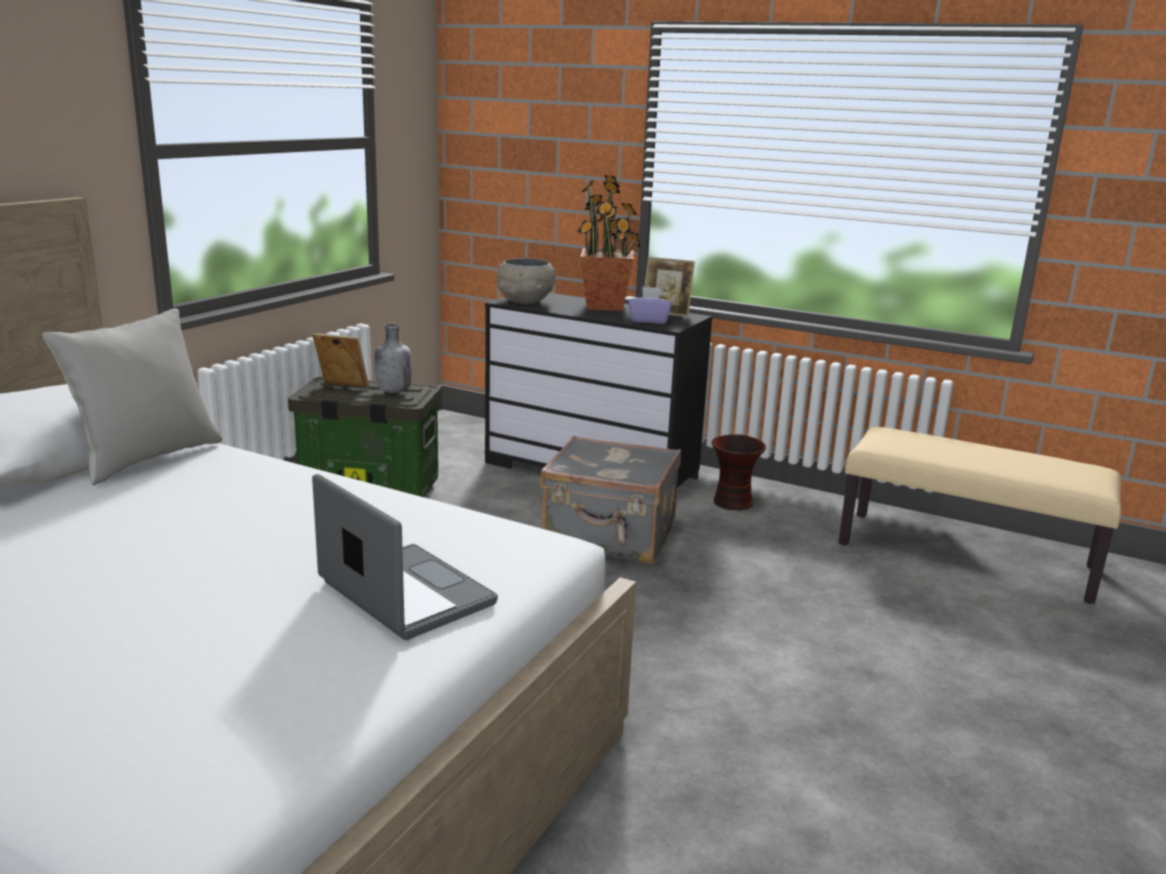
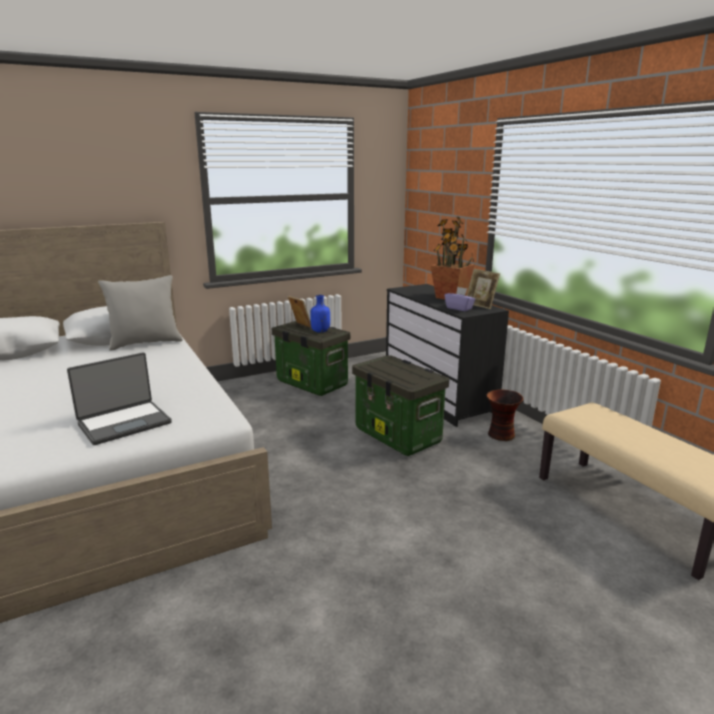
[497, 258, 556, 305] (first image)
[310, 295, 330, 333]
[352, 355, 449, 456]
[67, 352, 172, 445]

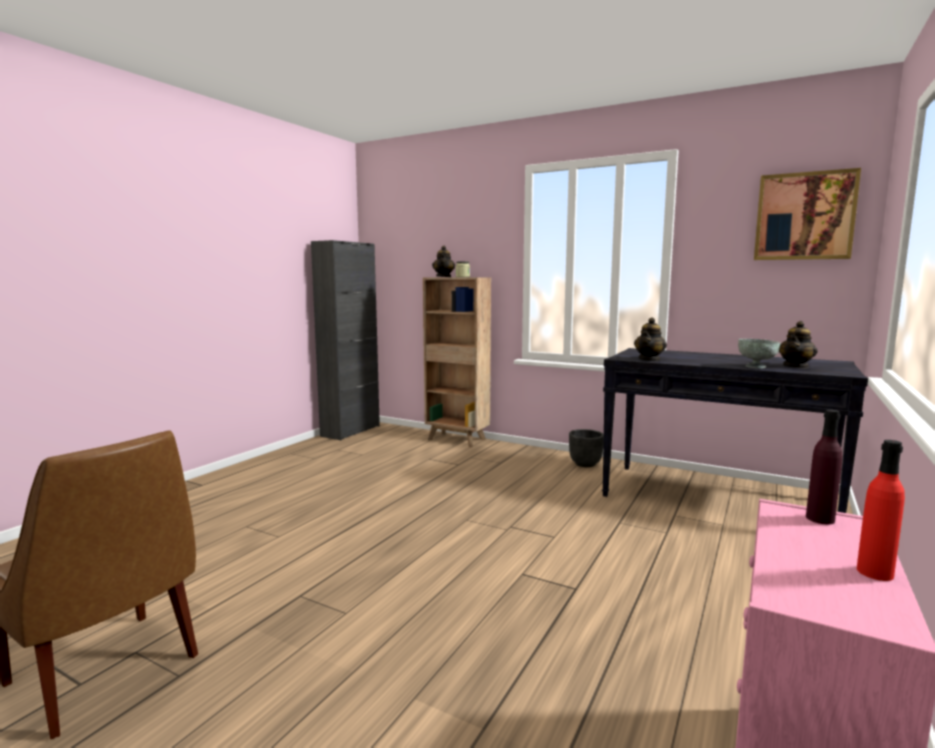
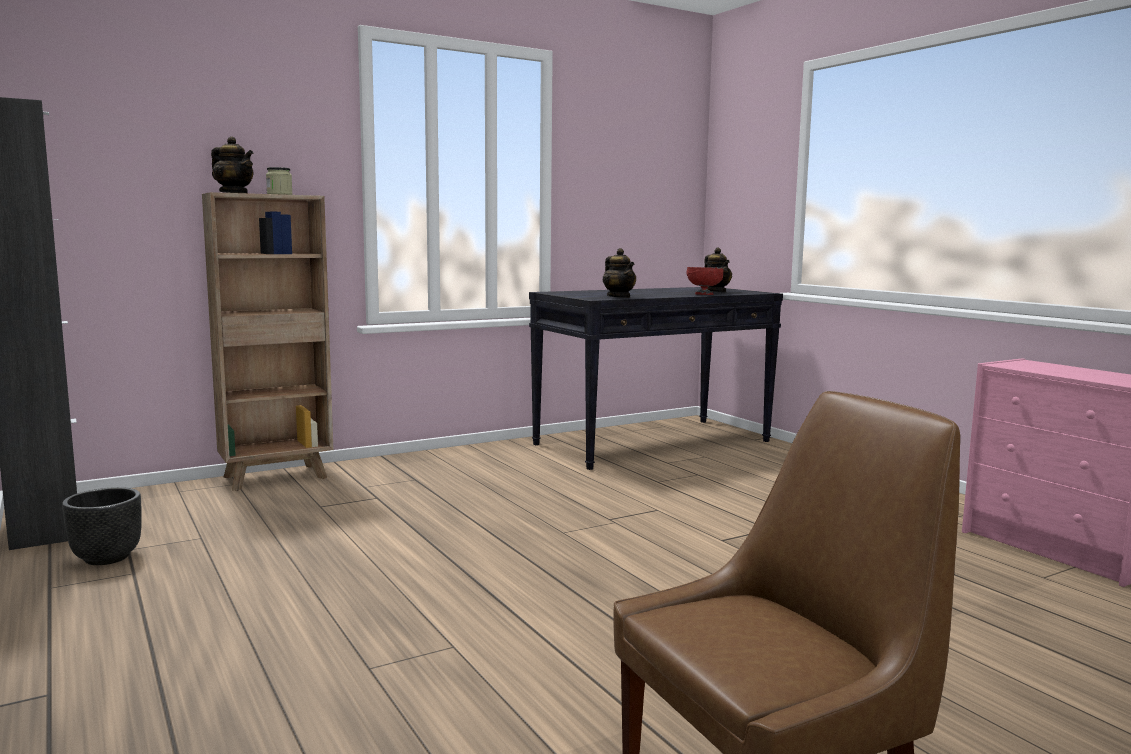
[754, 168, 861, 260] (first image)
[686, 267, 724, 295]
[806, 409, 842, 524] (first image)
[62, 487, 142, 565]
[857, 440, 905, 581] (first image)

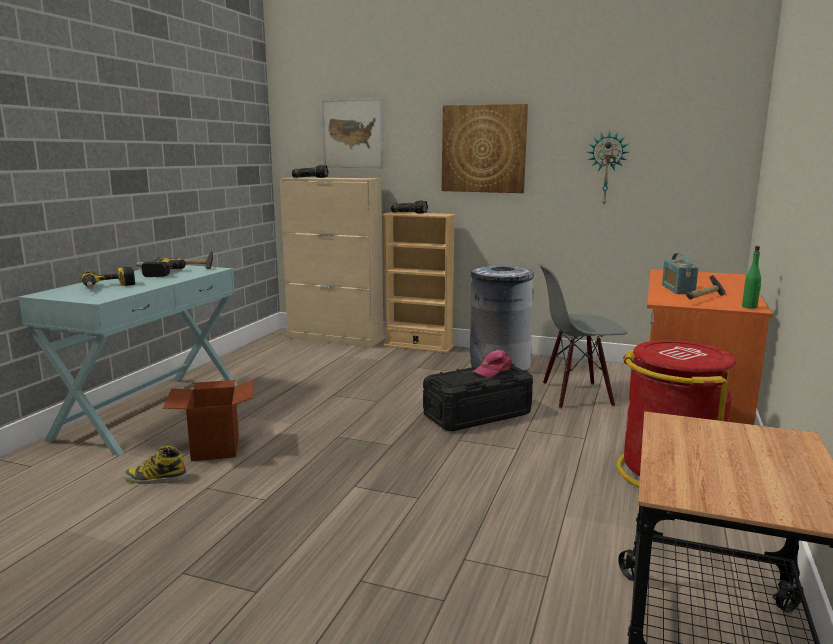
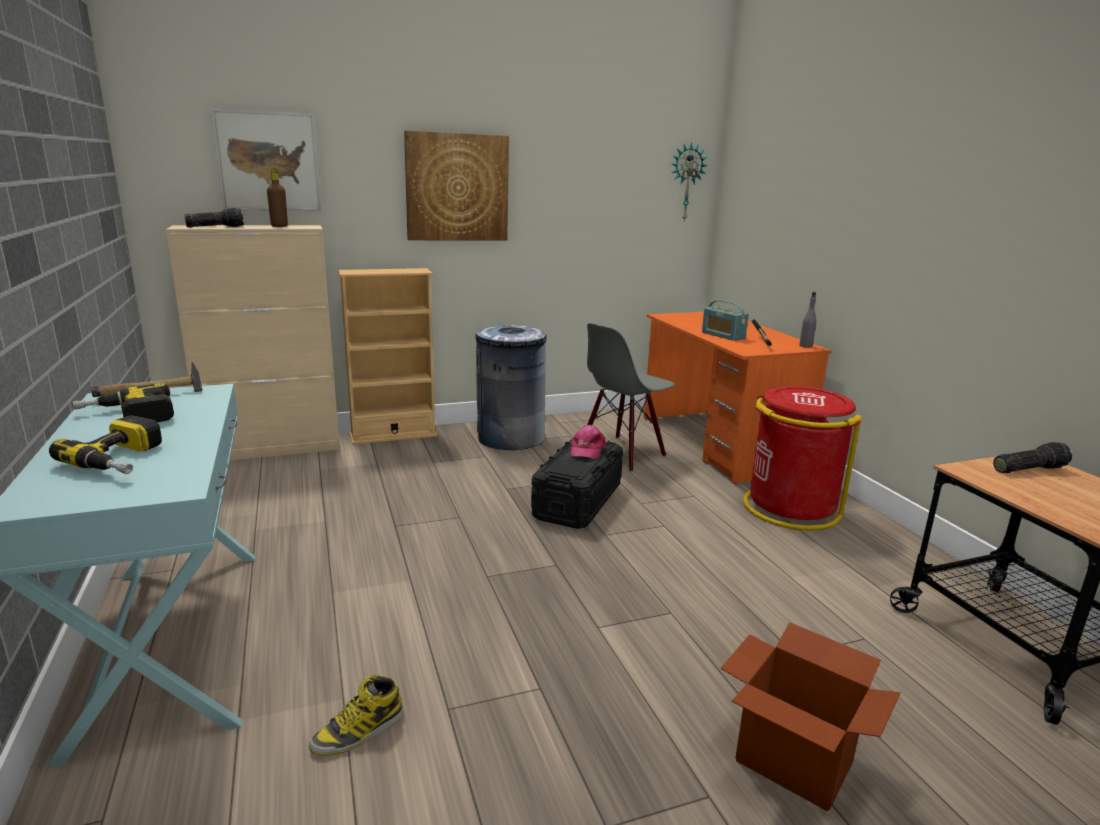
[671, 142, 708, 222]
[993, 442, 1072, 473]
[799, 292, 816, 348]
[720, 622, 900, 812]
[267, 168, 288, 227]

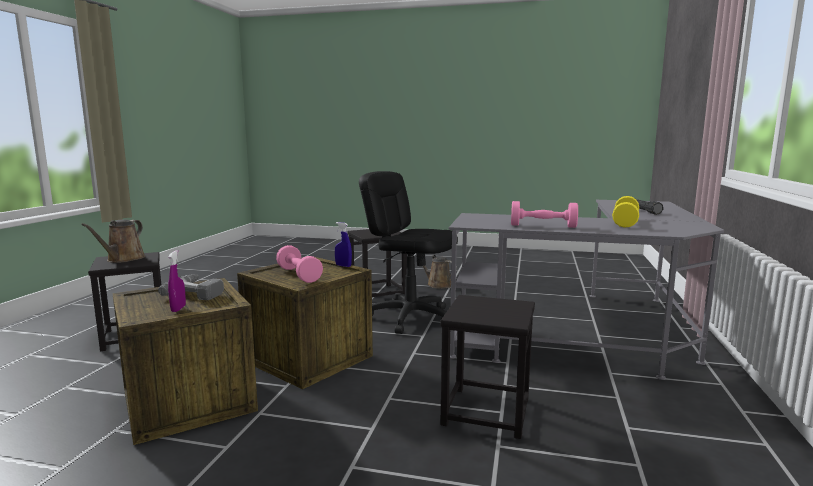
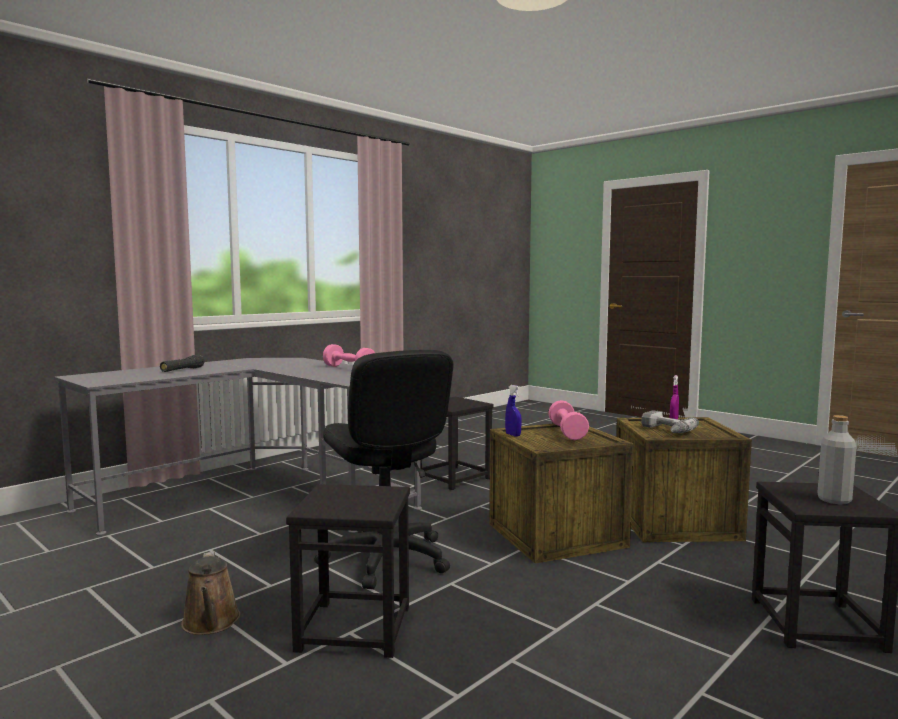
[612, 196, 639, 228] (first image)
[817, 415, 856, 504]

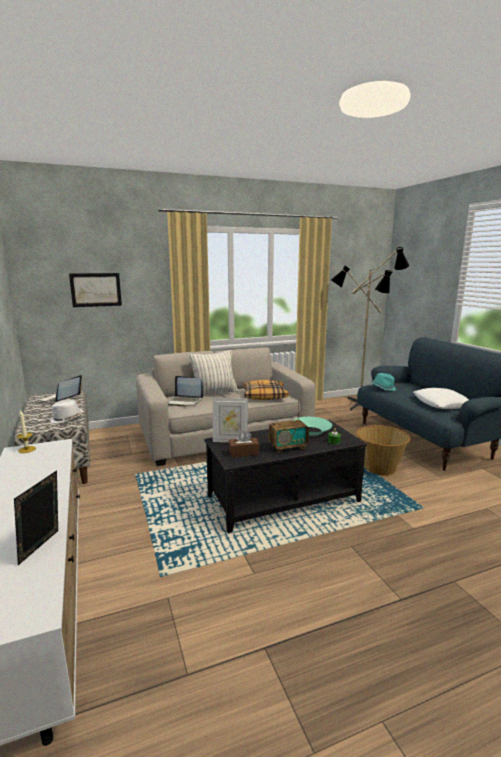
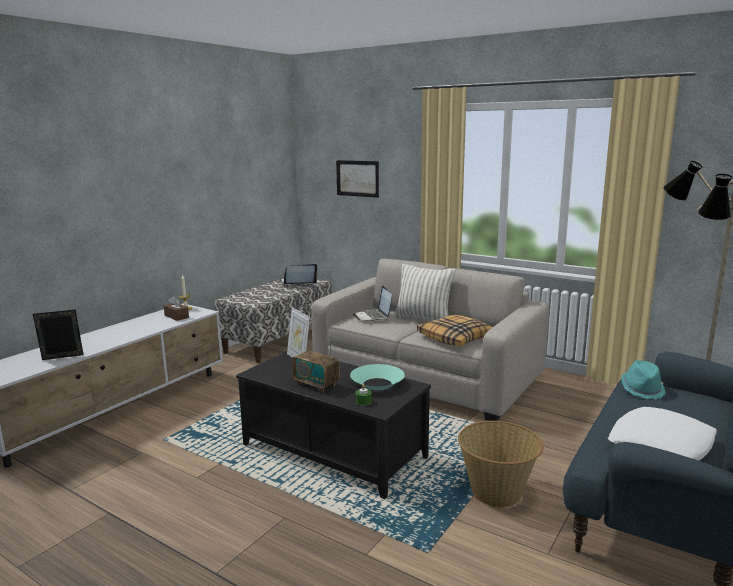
[49, 399, 83, 423] (first image)
[163, 296, 189, 321]

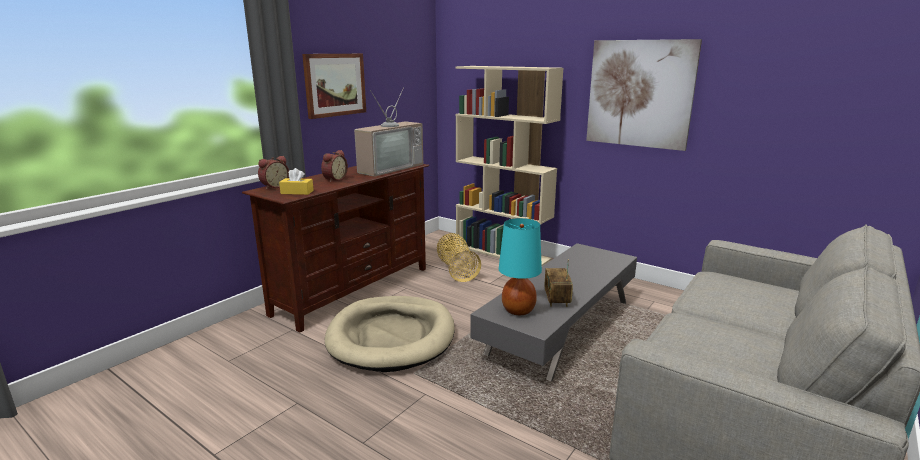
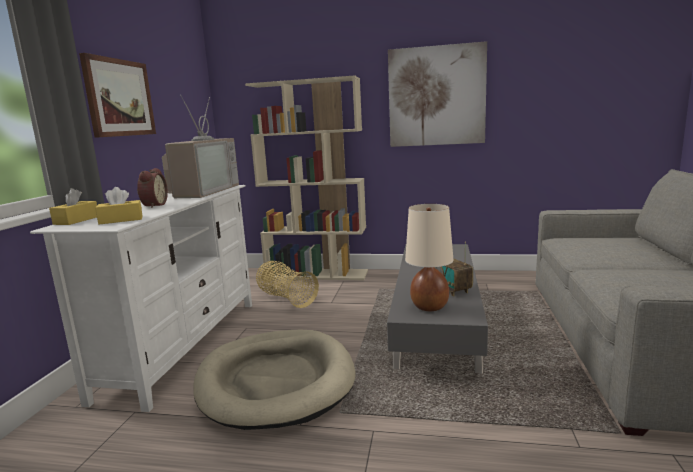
[49, 188, 97, 225]
[30, 185, 252, 412]
[405, 204, 453, 311]

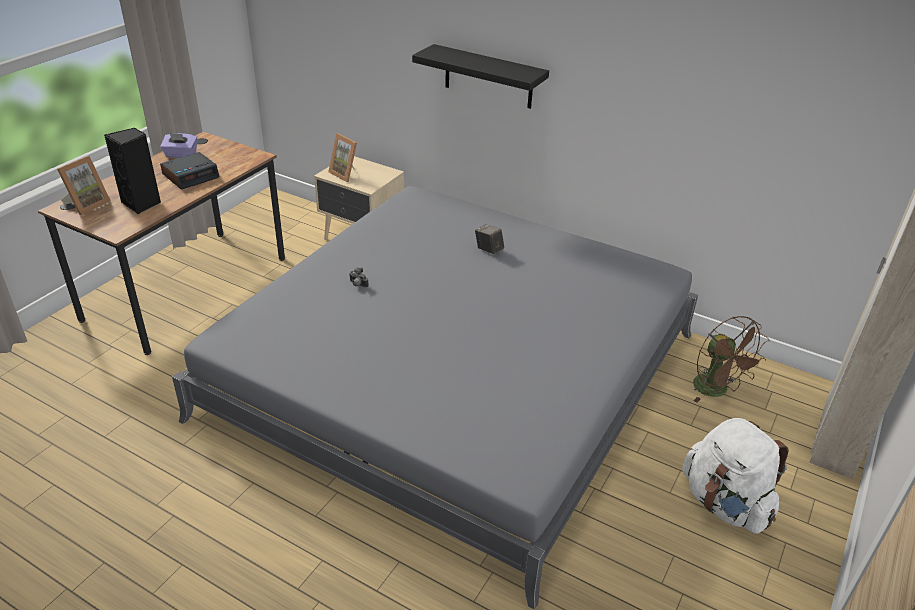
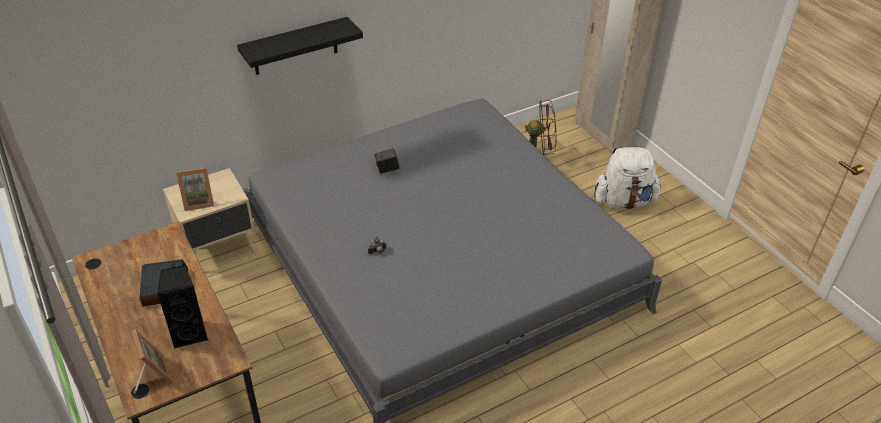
[160, 133, 197, 158] (first image)

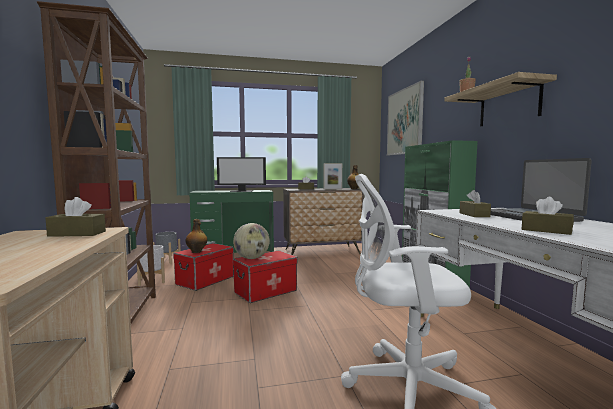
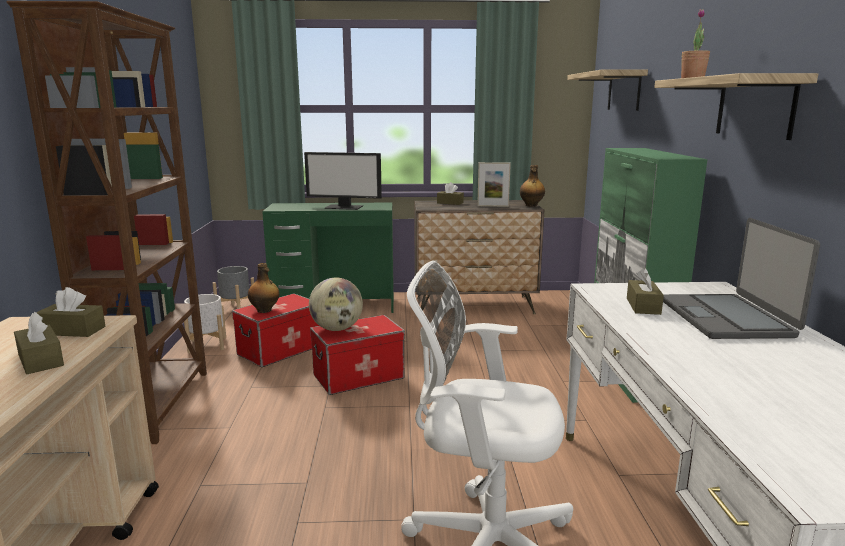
[567, 70, 648, 111]
[14, 312, 64, 374]

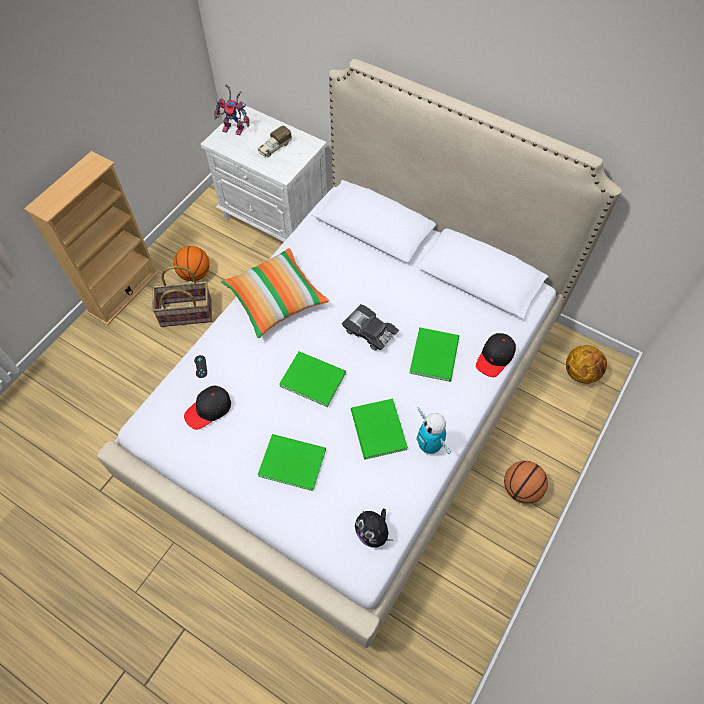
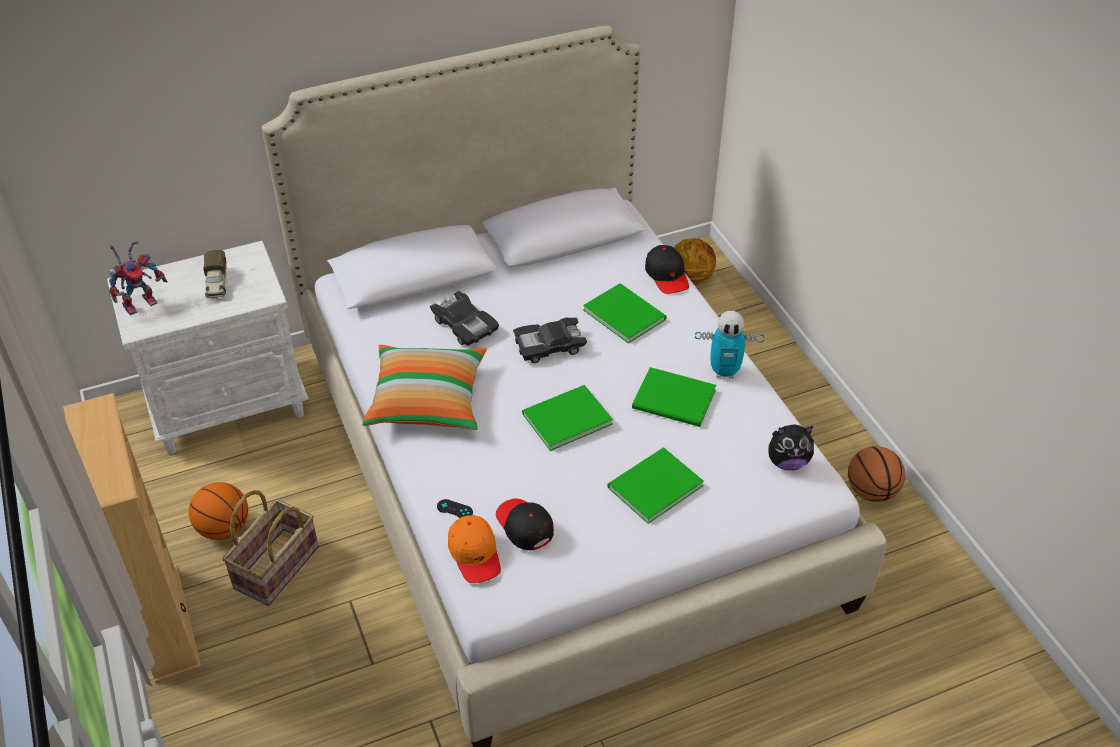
[496, 499, 554, 550]
[848, 446, 905, 502]
[430, 291, 499, 346]
[448, 515, 501, 583]

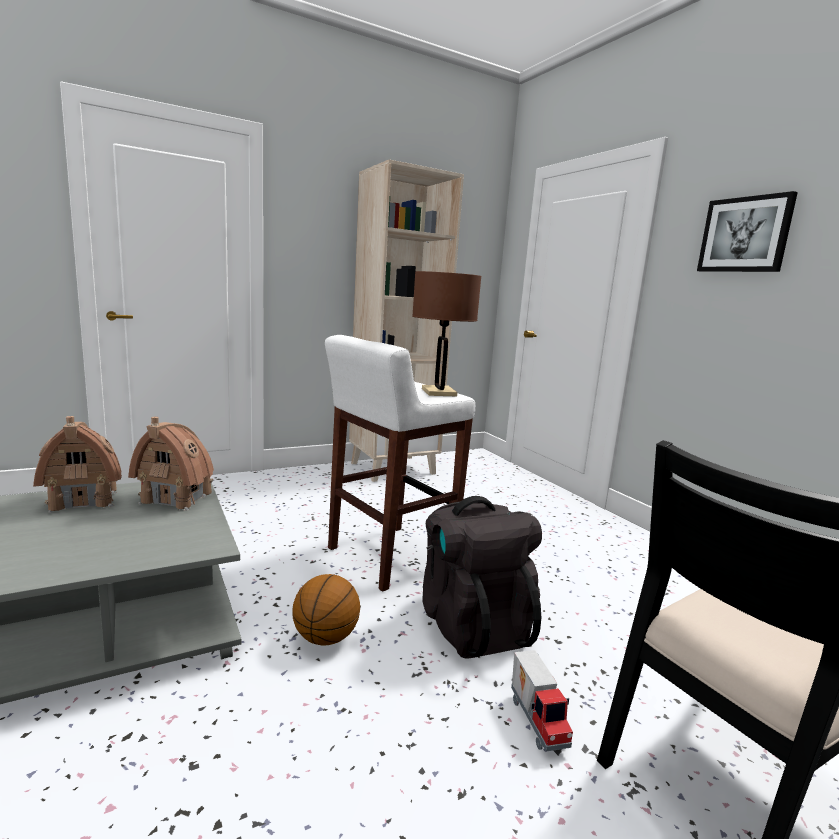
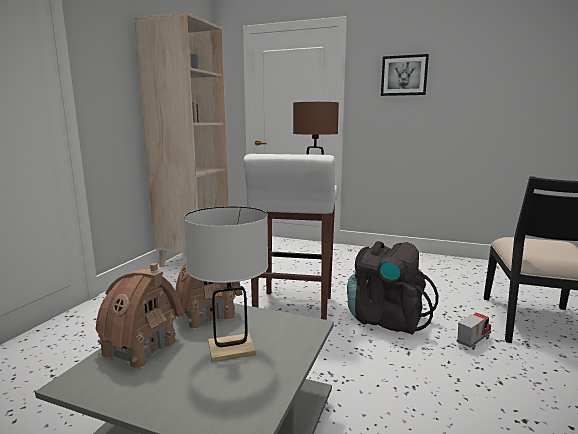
[292, 574, 360, 645] (first image)
[456, 313, 491, 350]
[184, 206, 268, 362]

